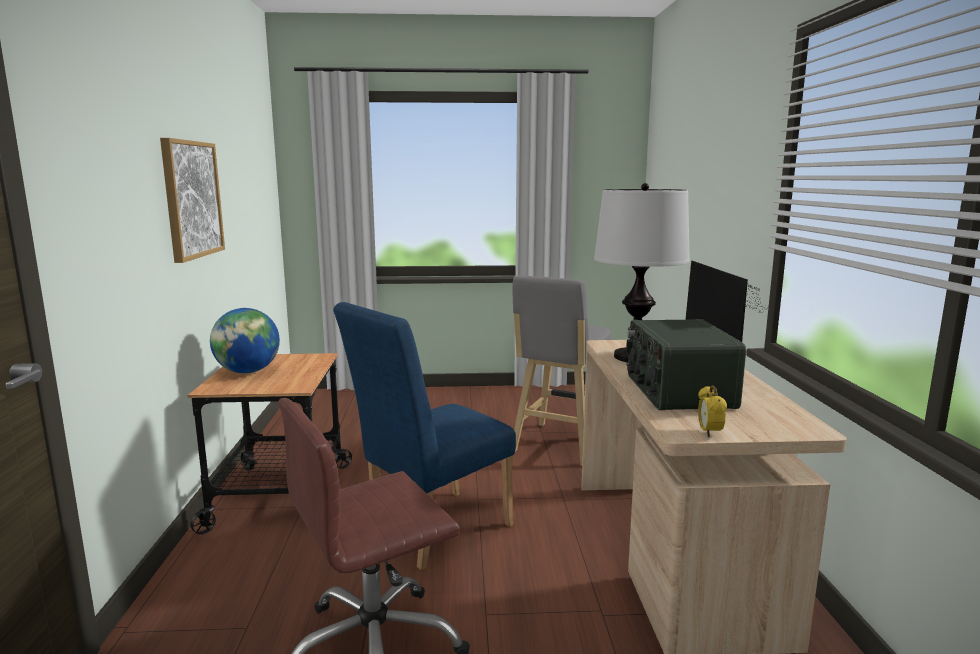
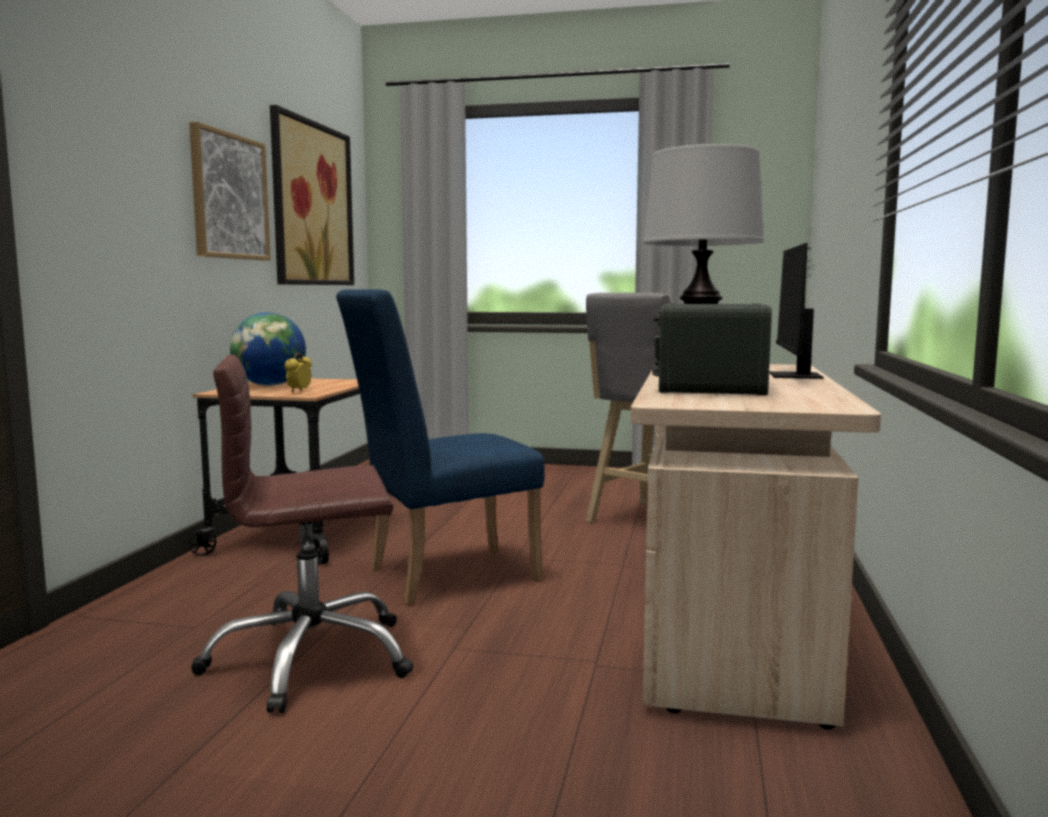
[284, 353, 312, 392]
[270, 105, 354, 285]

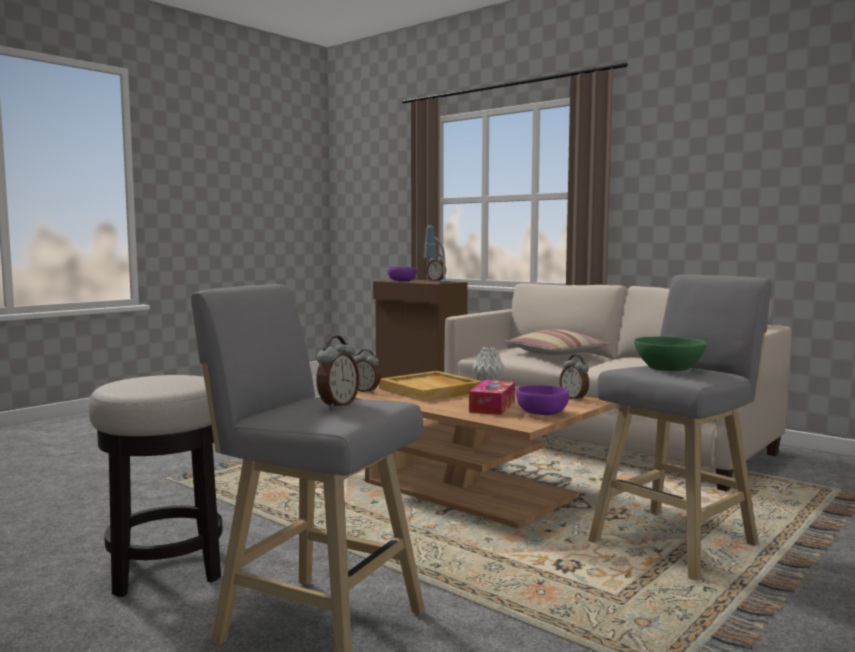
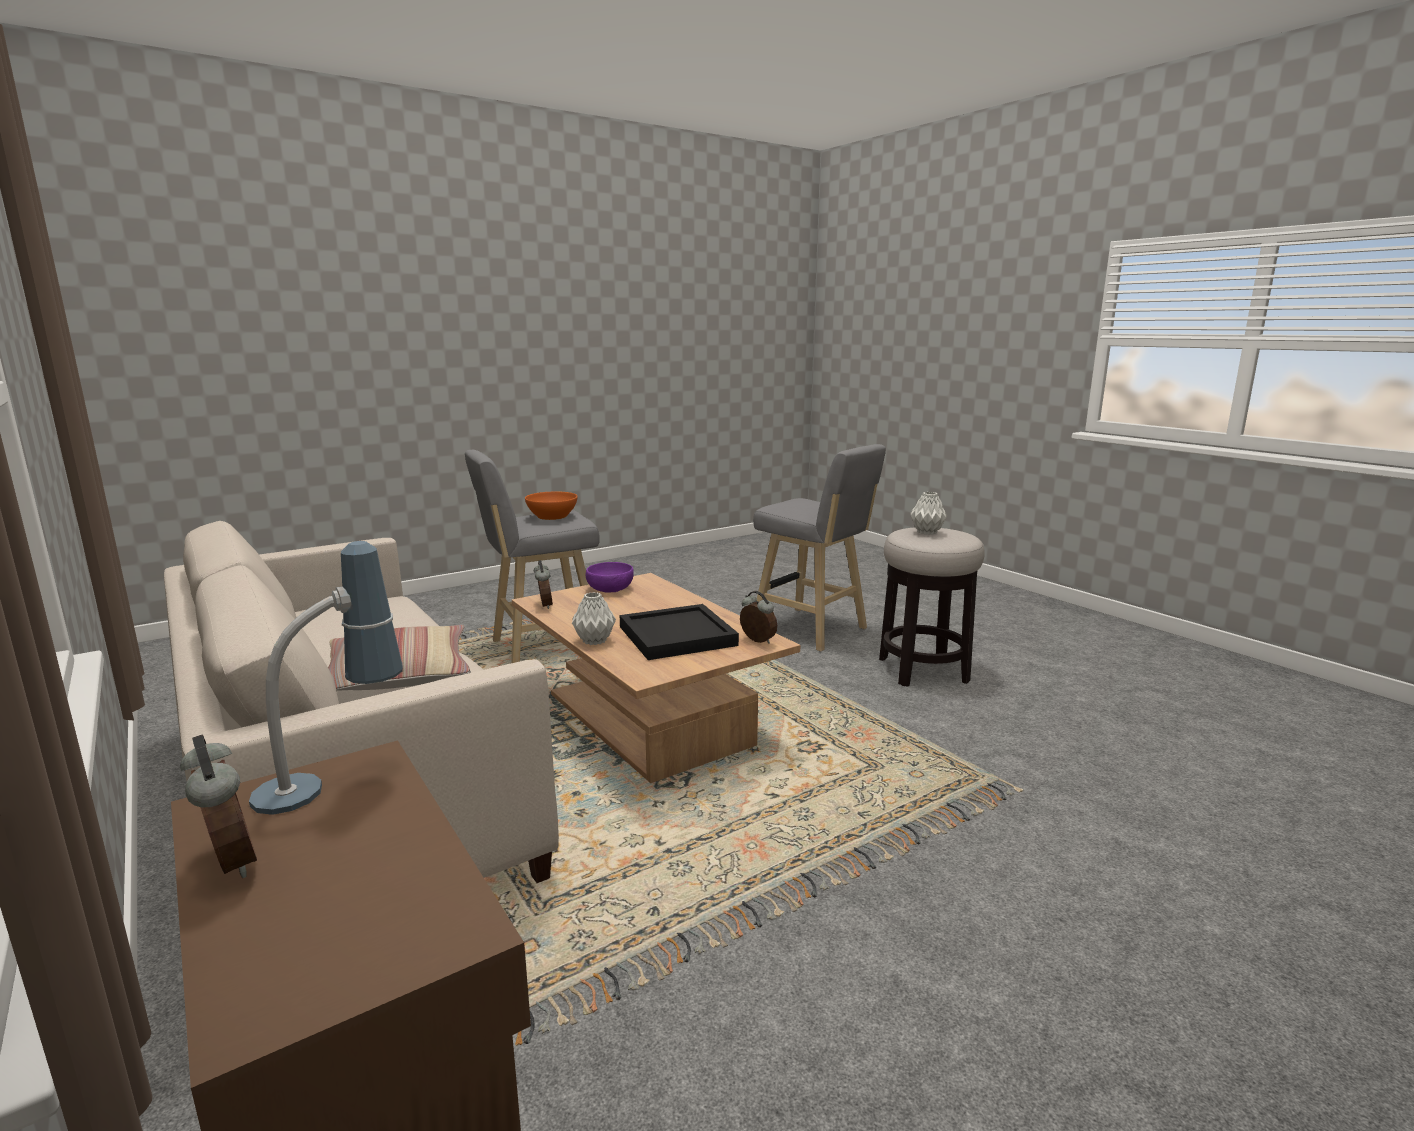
[387, 267, 417, 281] (first image)
[316, 336, 359, 410] (first image)
[525, 491, 578, 520]
[620, 604, 739, 660]
[469, 380, 515, 415] (first image)
[910, 492, 947, 535]

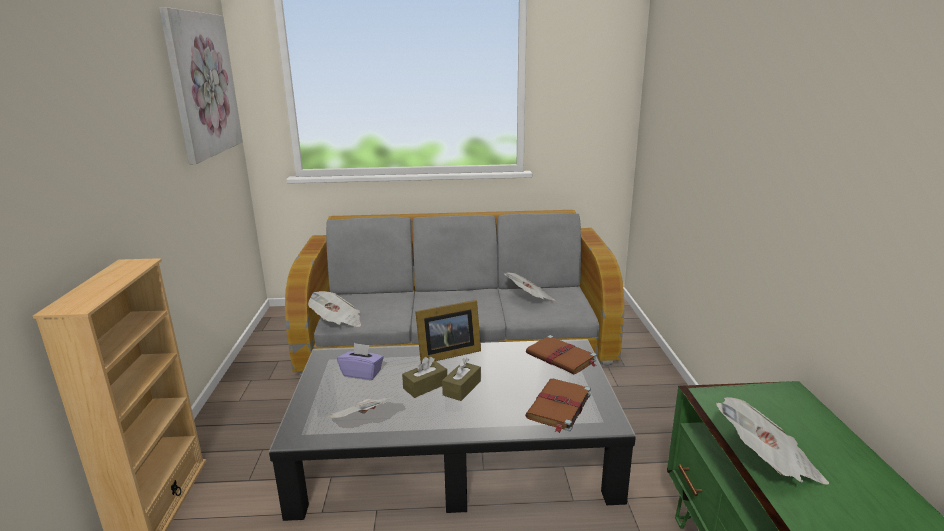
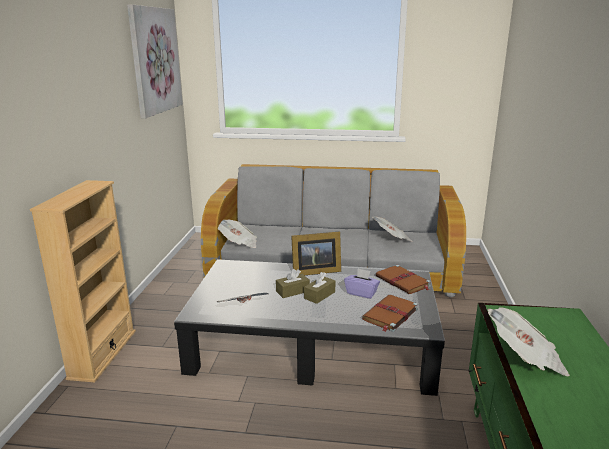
[344, 268, 380, 299]

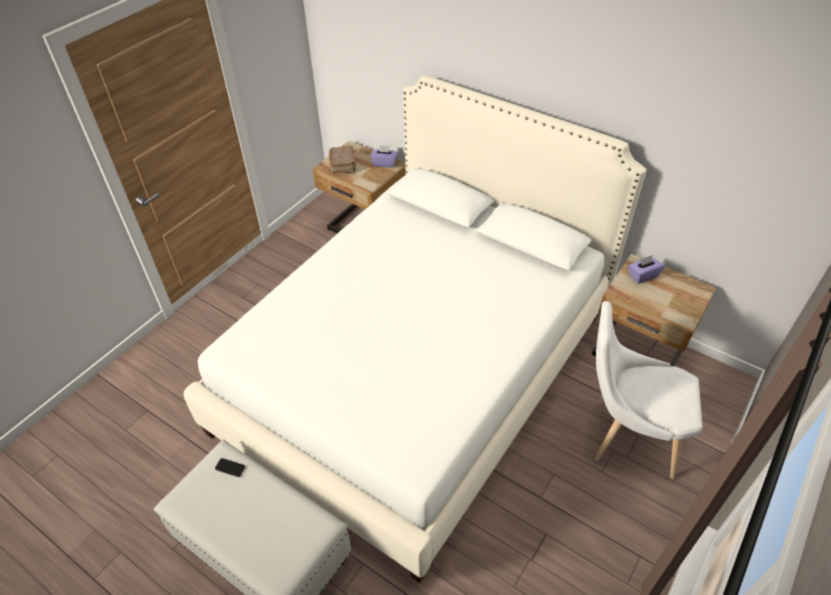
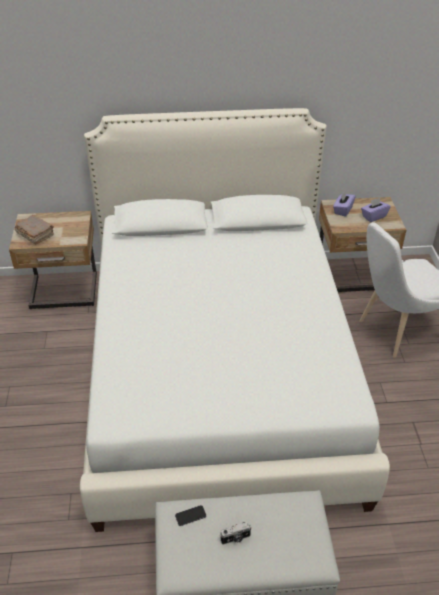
[361, 198, 391, 222]
[220, 522, 252, 545]

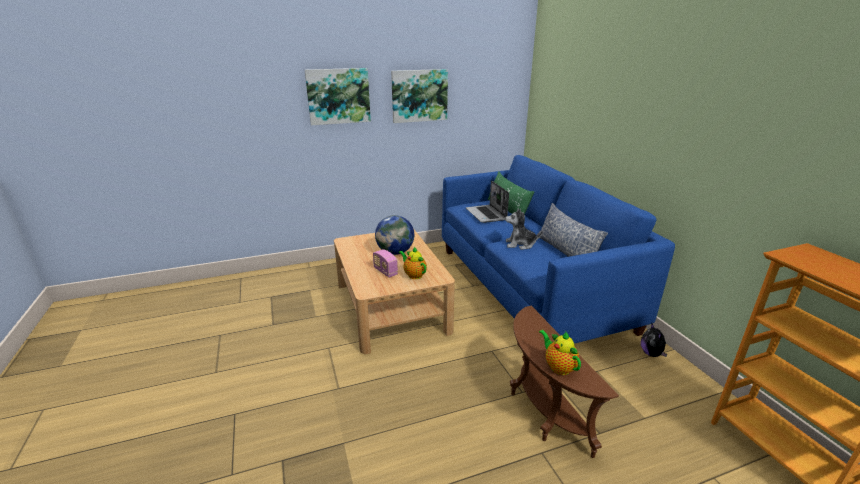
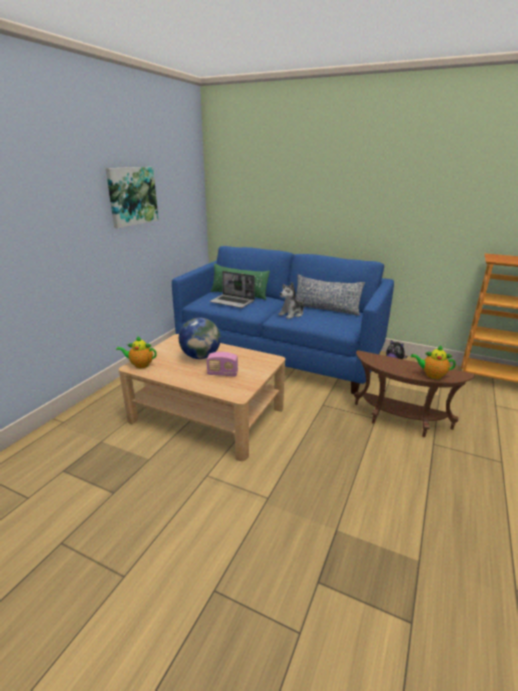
[305, 68, 371, 125] (first image)
[116, 336, 157, 368]

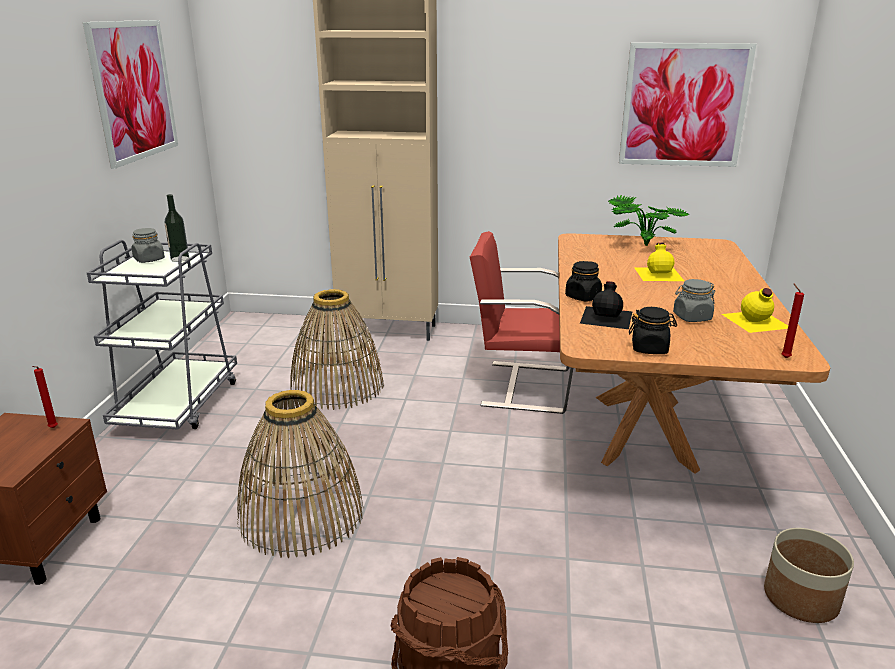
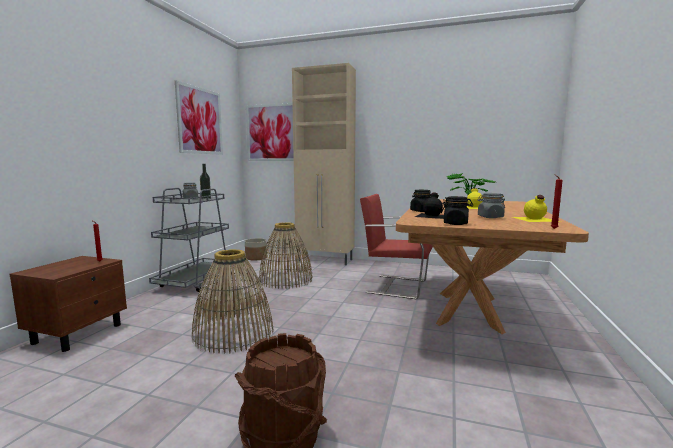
[246, 103, 294, 161]
[245, 238, 267, 261]

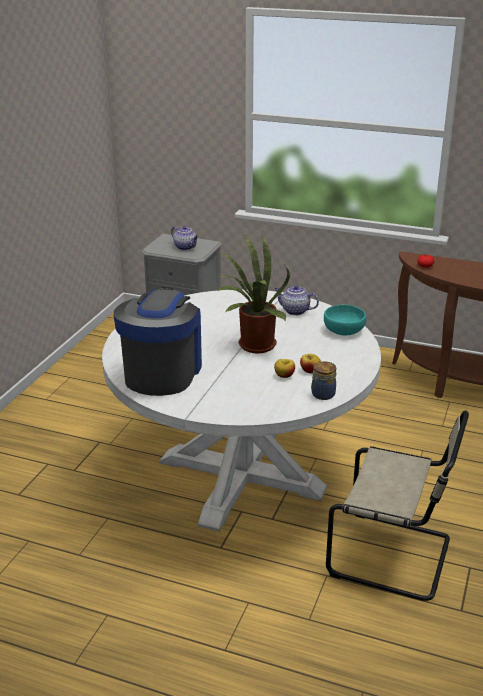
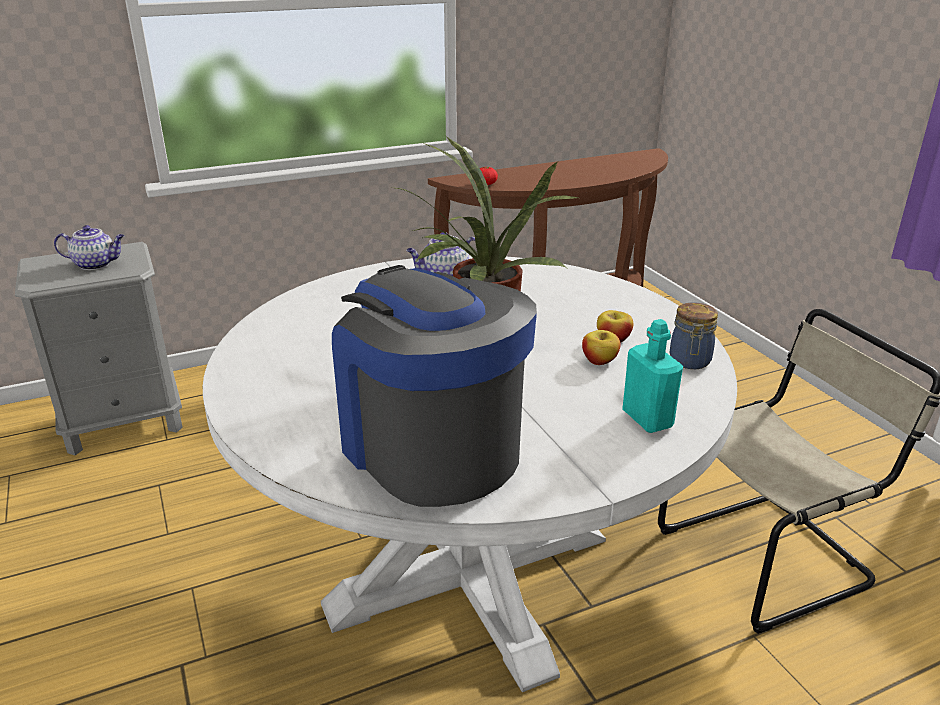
[324, 305, 366, 335] (first image)
[622, 319, 683, 433]

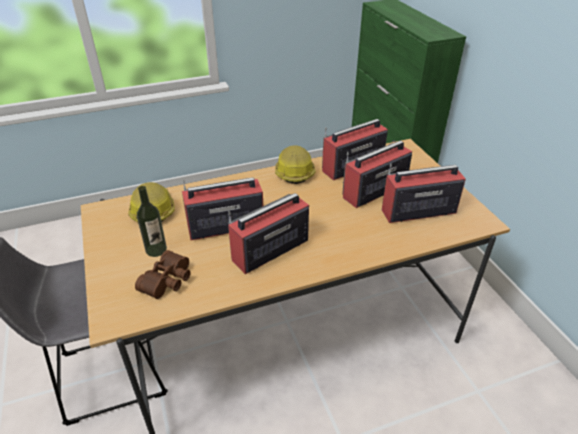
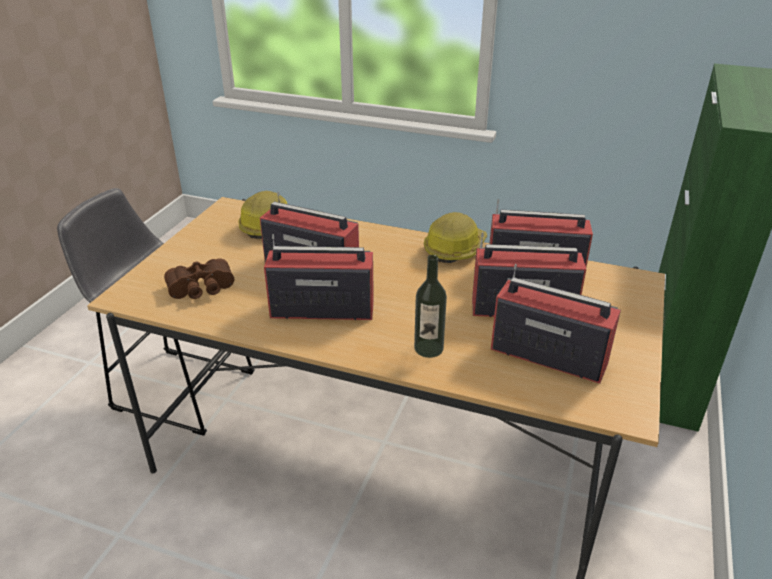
[414, 255, 447, 358]

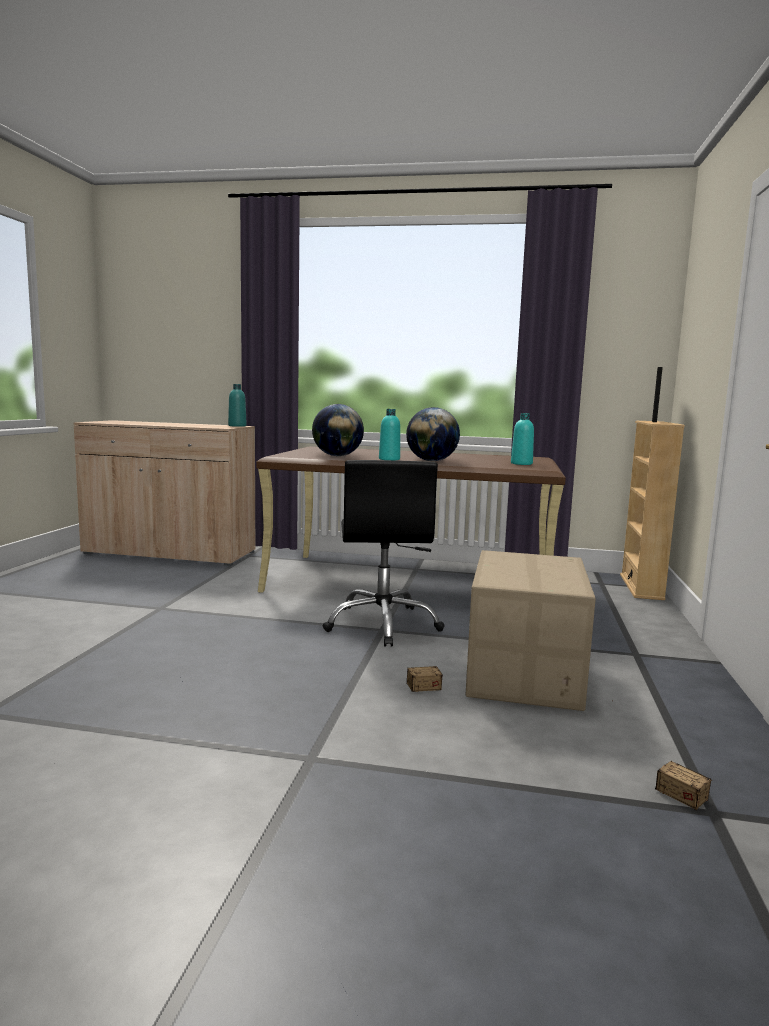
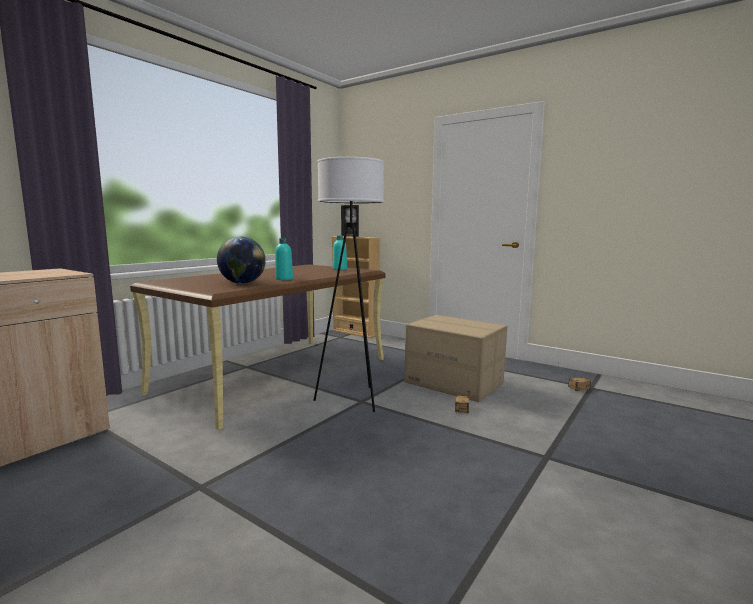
[228, 384, 247, 427] (first image)
[406, 407, 460, 461] (first image)
[314, 157, 384, 412]

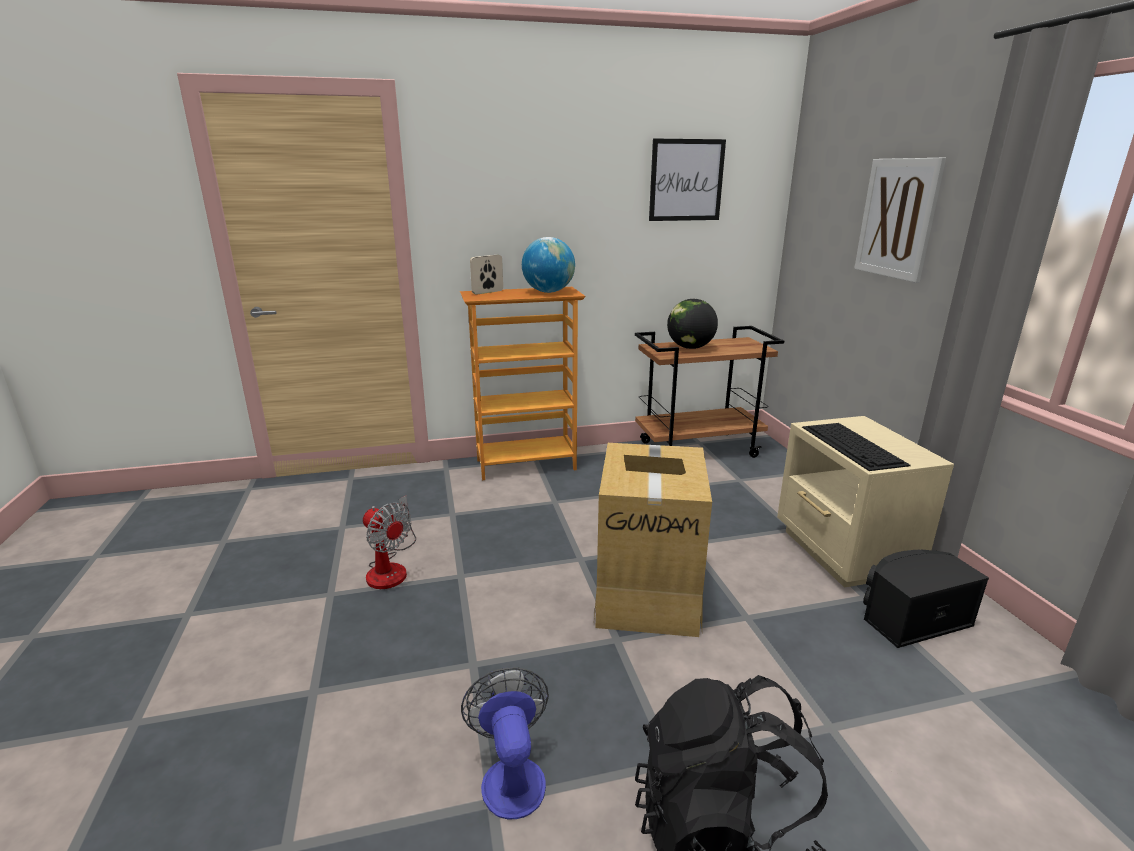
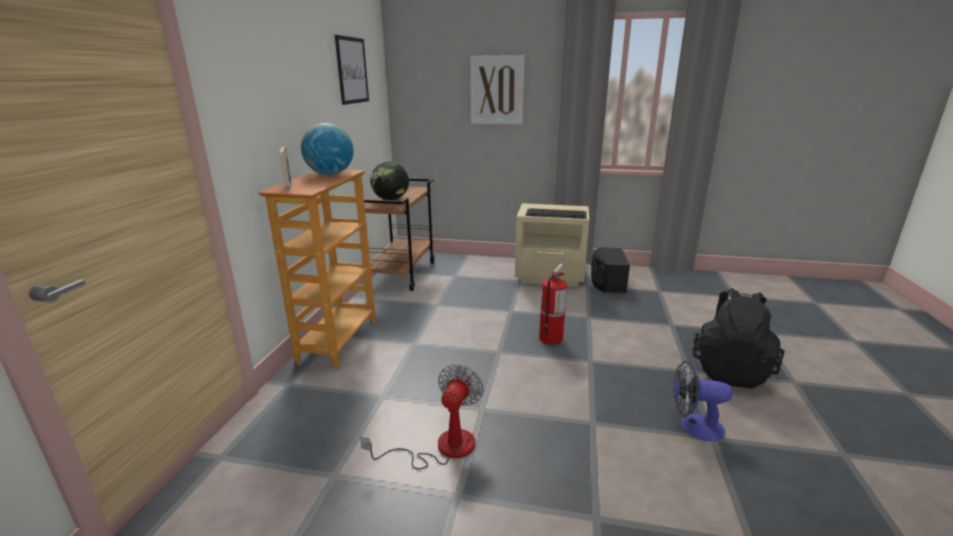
[539, 263, 567, 345]
[360, 364, 484, 469]

